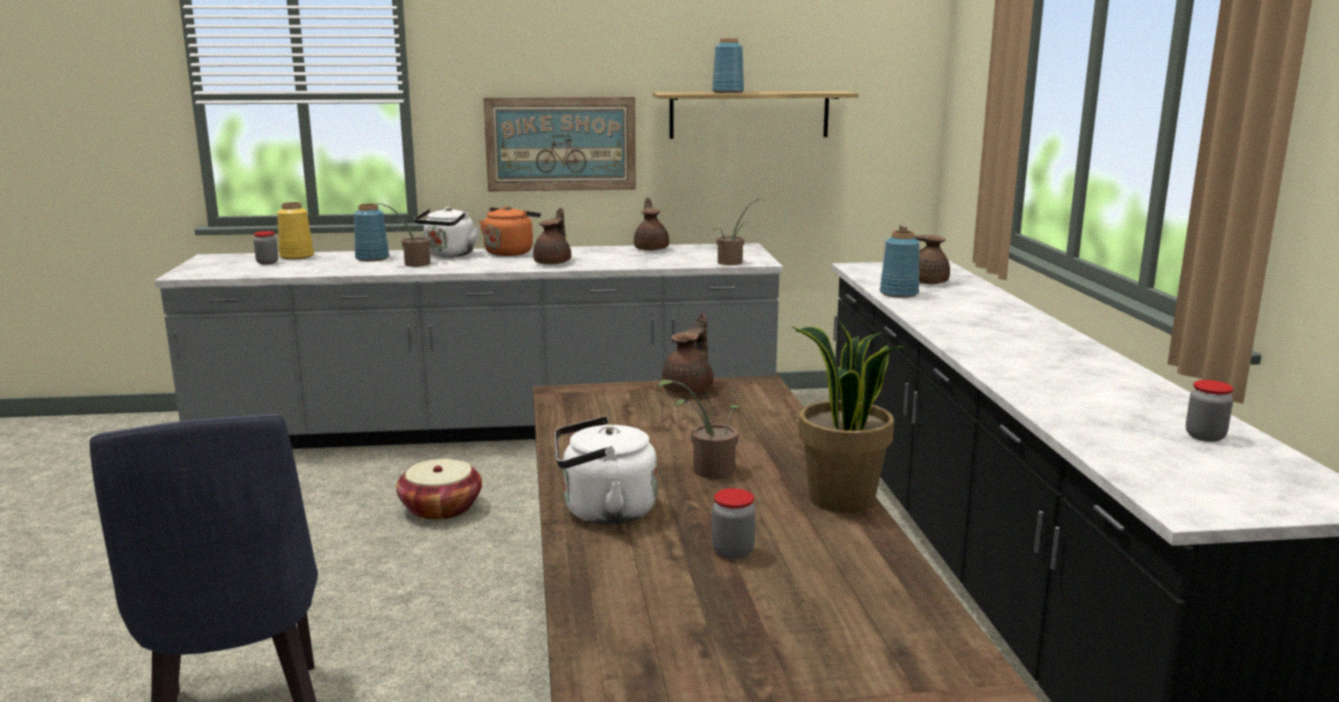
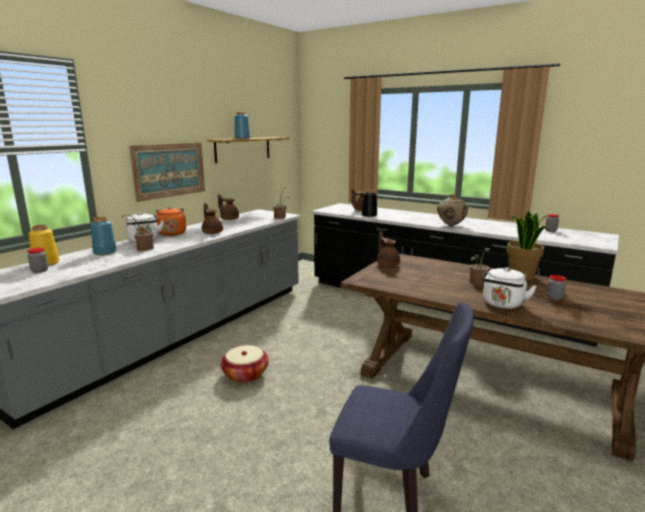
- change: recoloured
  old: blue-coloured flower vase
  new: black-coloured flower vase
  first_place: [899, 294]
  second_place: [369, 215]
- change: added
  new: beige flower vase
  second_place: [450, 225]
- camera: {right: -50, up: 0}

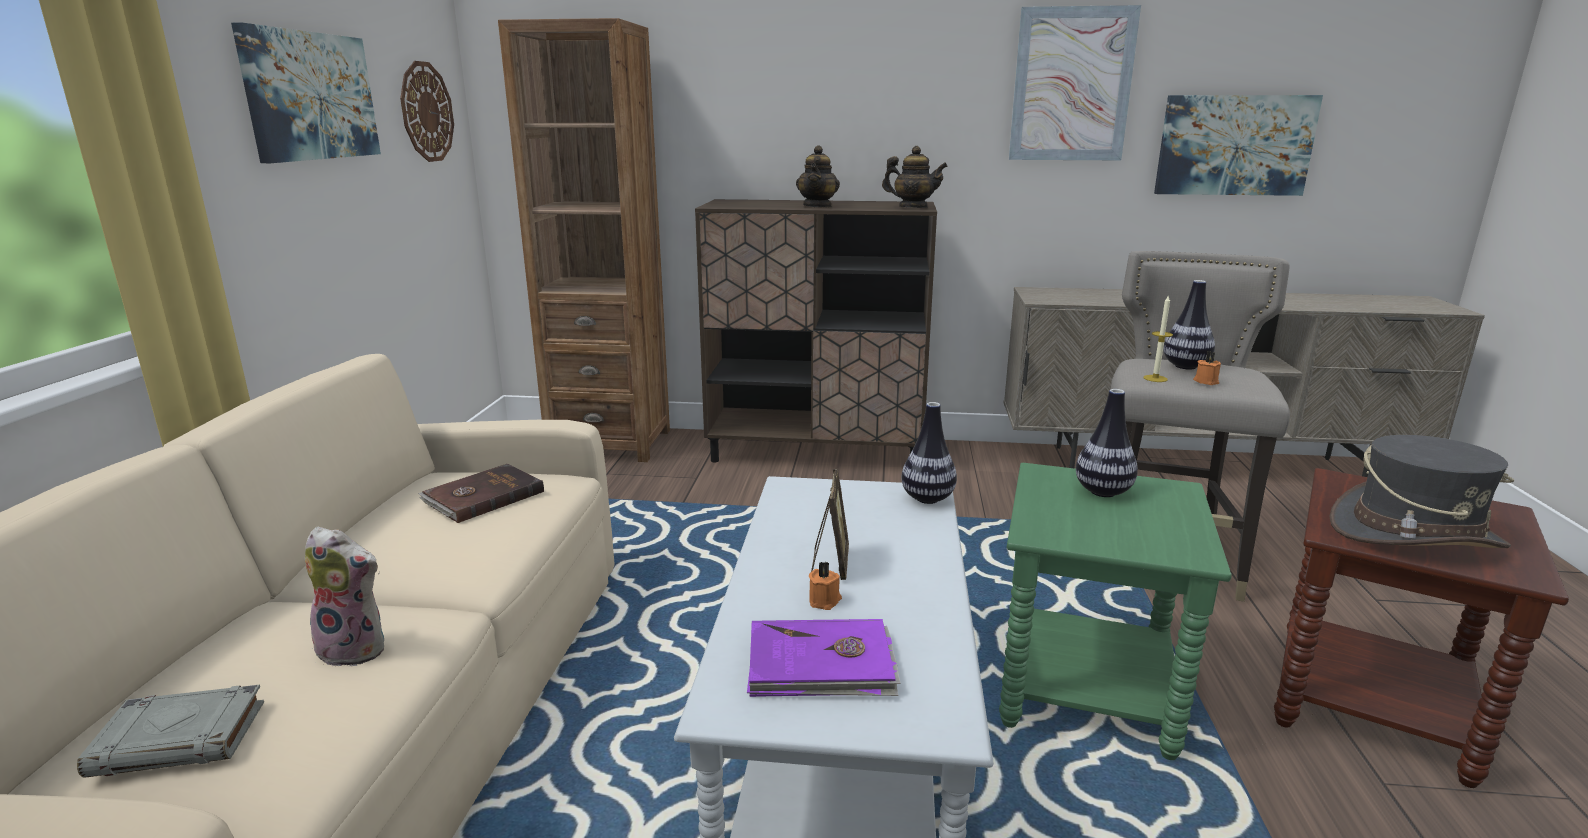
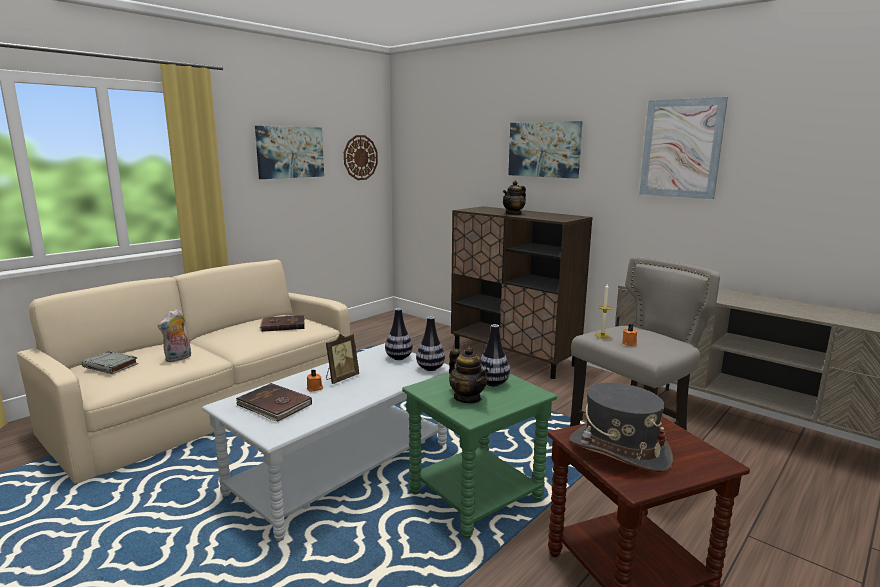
- change: removed
  old: brown bookcase
  first_place: [610, 443]
- change: moved
  old: wall art
  first_place: [1234, 145]
  second_place: [544, 149]
- change: moved
  old: pot for tea
  first_place: [913, 207]
  second_place: [467, 398]
- change: moved
  old: flower vase
  first_place: [1185, 366]
  second_place: [399, 358]
- change: turned
  old: cuddly toy
  first_place: [357, 648]
  second_place: [178, 358]
  degrees: 75
- change: recoloured
  old: purple bound book
  new: brown bound book
  first_place: [821, 665]
  second_place: [274, 405]
- camera: {right: 35, up: -5}

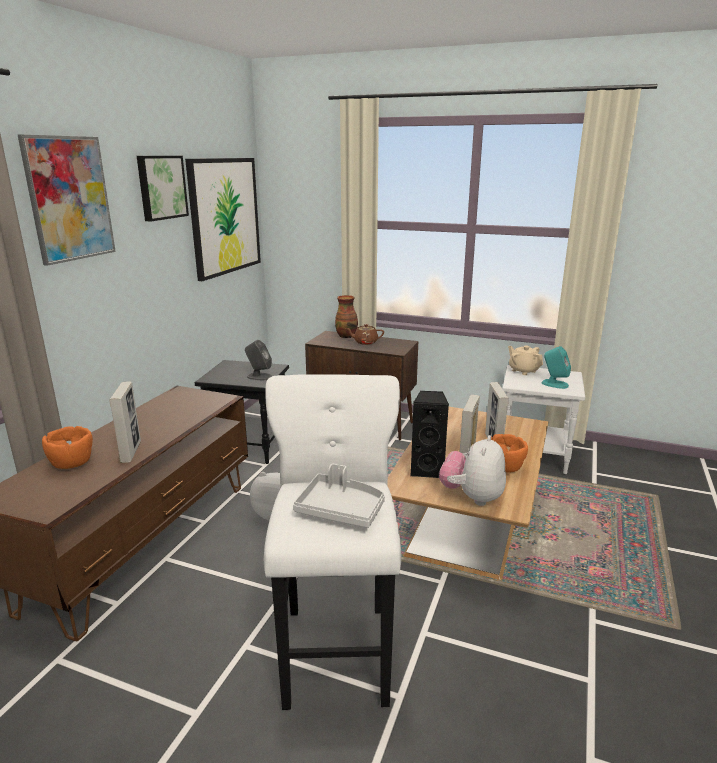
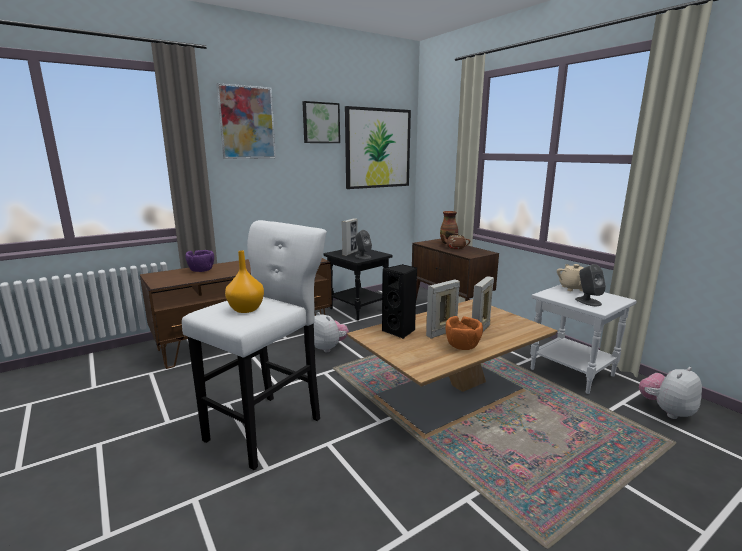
- change: recoloured
  old: blue-green loudspeaker
  new: gray loudspeaker
  first_place: [554, 384]
  second_place: [587, 301]
- change: moved
  old: standing frame
  first_place: [130, 452]
  second_place: [350, 253]
- change: recoloured
  old: orangey deep dish
  new: purple deep dish
  first_place: [72, 463]
  second_place: [201, 270]
- change: moved
  old: cuddly toy
  first_place: [472, 497]
  second_place: [666, 411]
- change: replaced
  old: gray serving tray
  new: orangey flower vase
  first_place: [341, 510]
  second_place: [247, 309]
- camera: {right: 35, up: -5}

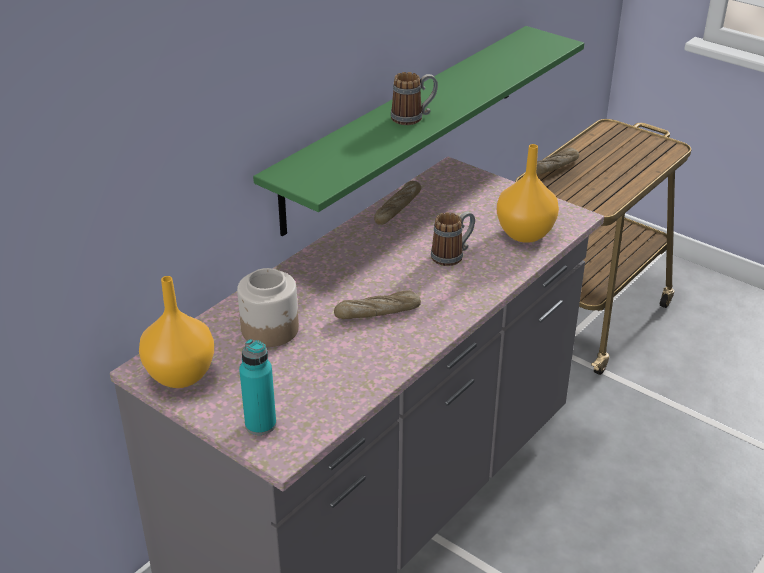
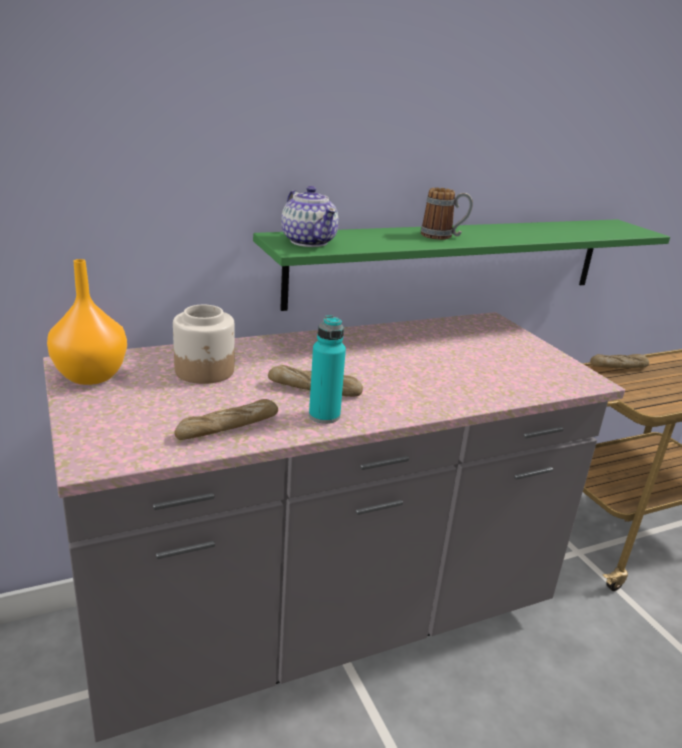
- change: removed
  old: orangey flower vase
  first_place: [523, 233]
- change: moved
  old: baked bread
  first_place: [398, 208]
  second_place: [228, 428]
- change: removed
  old: tea mug
  first_place: [453, 255]
- change: moved
  old: blue-green beverage bottle
  first_place: [260, 424]
  second_place: [324, 416]
- change: added
  new: pot for tea
  second_place: [309, 241]
- camera: {right: 25, up: -10}

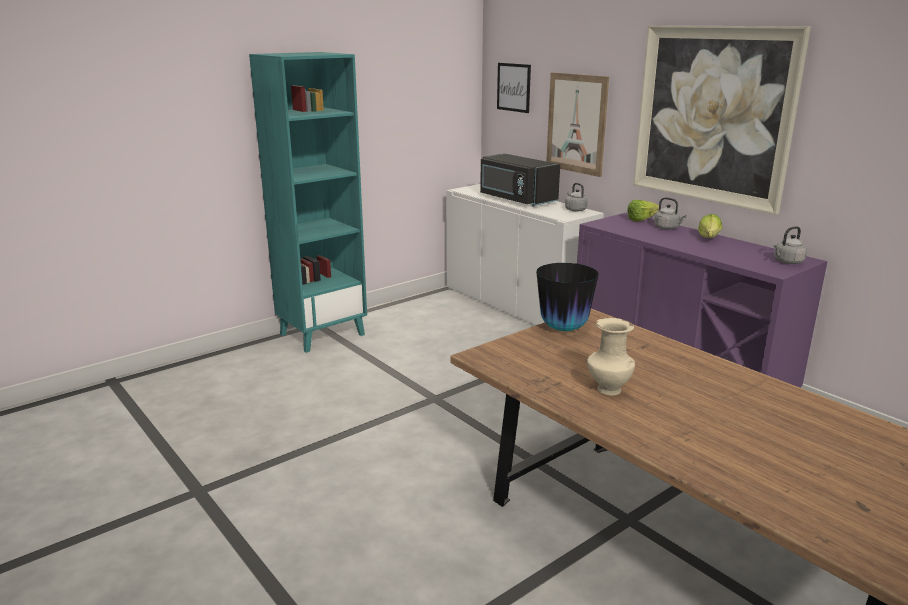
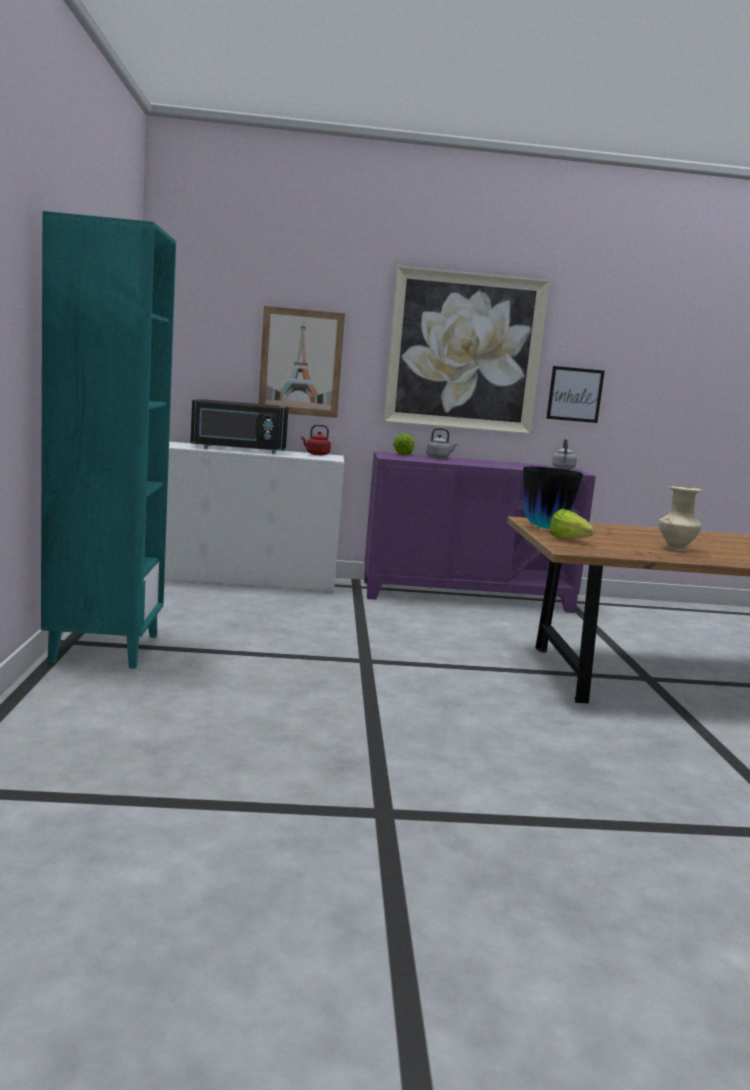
- change: moved
  old: wall art
  first_place: [513, 87]
  second_place: [575, 394]
- change: recoloured
  old: gray tea kettle
  new: red-coloured tea kettle
  first_place: [575, 210]
  second_place: [316, 454]
- change: moved
  old: head of lettuce
  first_place: [708, 240]
  second_place: [571, 541]
- camera: {right: -55, up: -10}

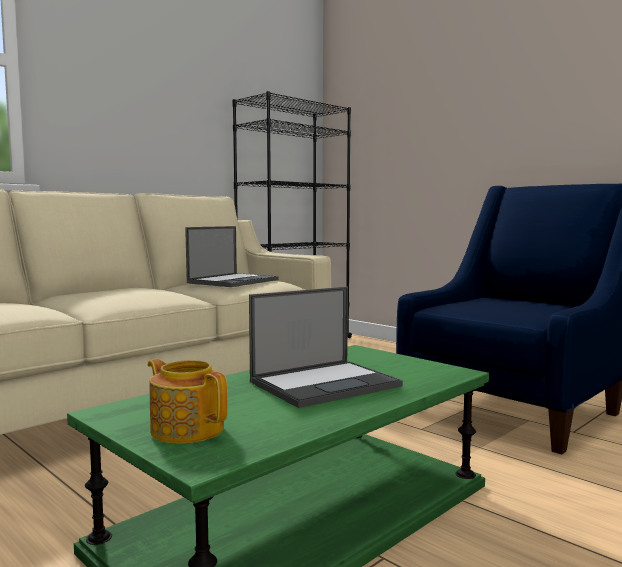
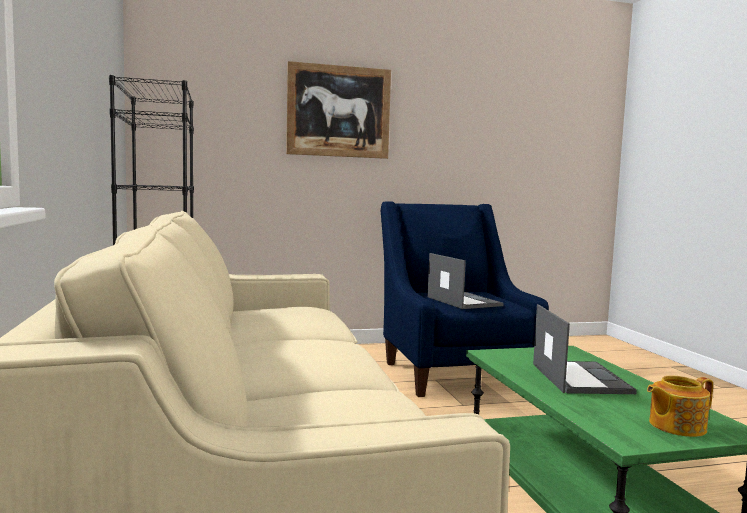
- change: moved
  old: laptop
  first_place: [233, 281]
  second_place: [463, 301]
- change: added
  new: wall art
  second_place: [338, 111]
- camera: {right: -60, up: 0}

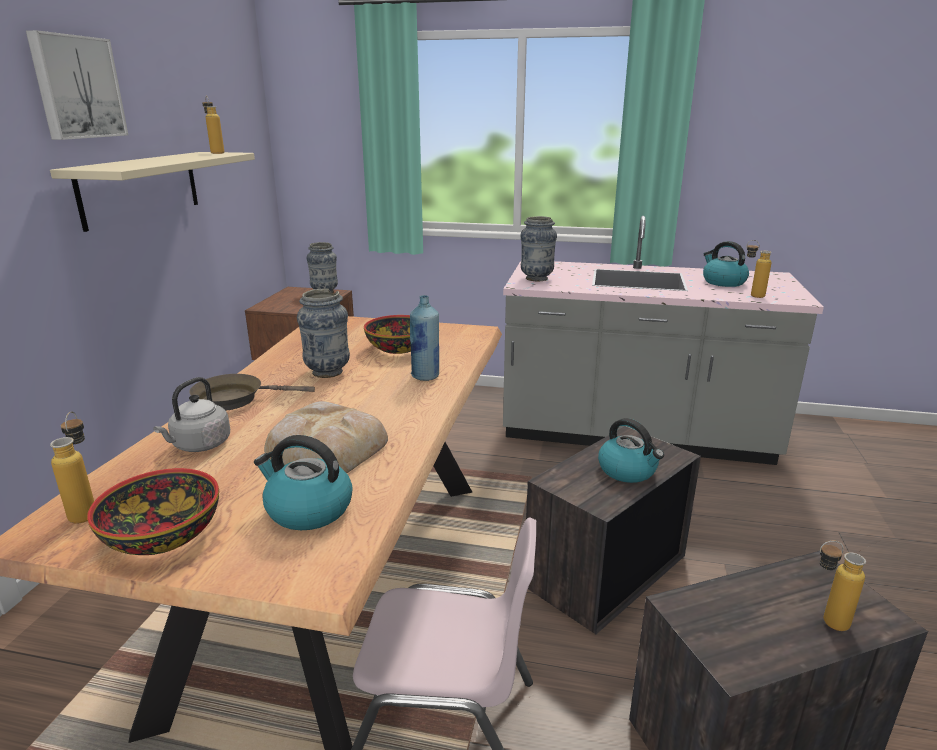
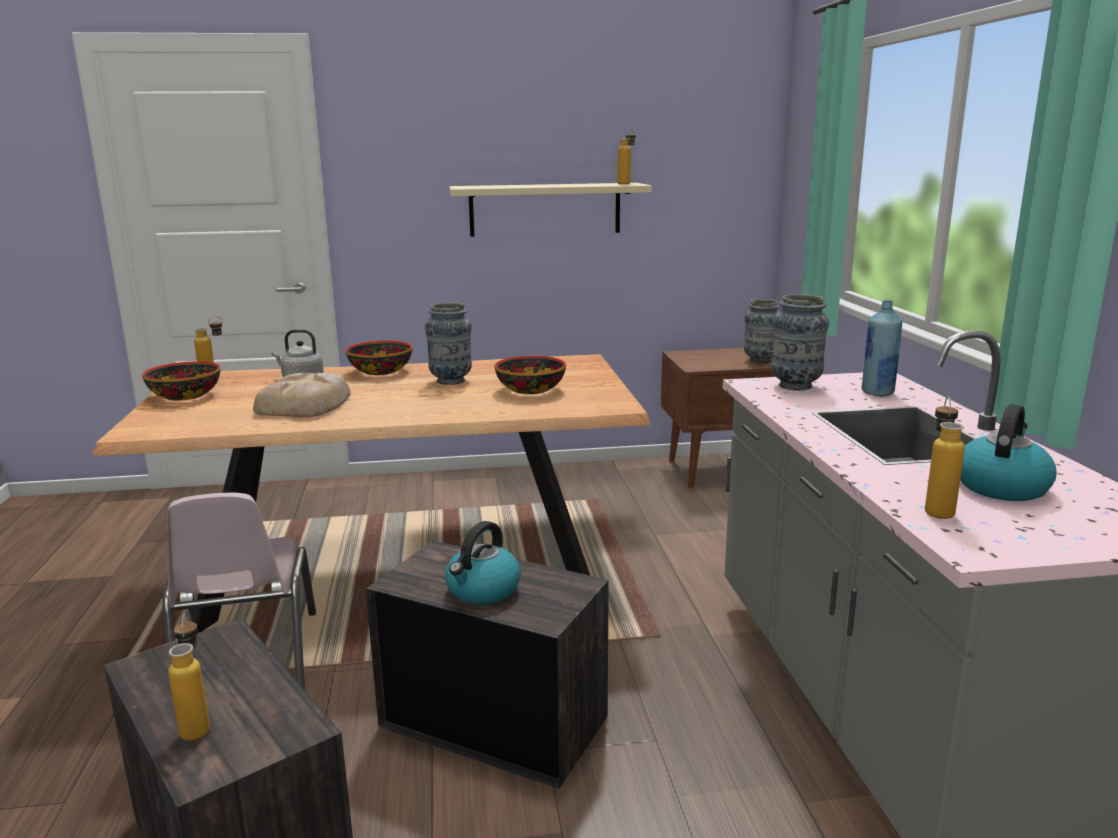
- change: removed
  old: wall art
  first_place: [76, 87]
- change: moved
  old: blue-coloured beverage bottle
  first_place: [425, 376]
  second_place: [877, 392]
- change: replaced
  old: brown pan
  new: deep dish
  first_place: [235, 399]
  second_place: [380, 371]
- change: removed
  old: tea kettle
  first_place: [307, 510]
- camera: {right: 70, up: -5}

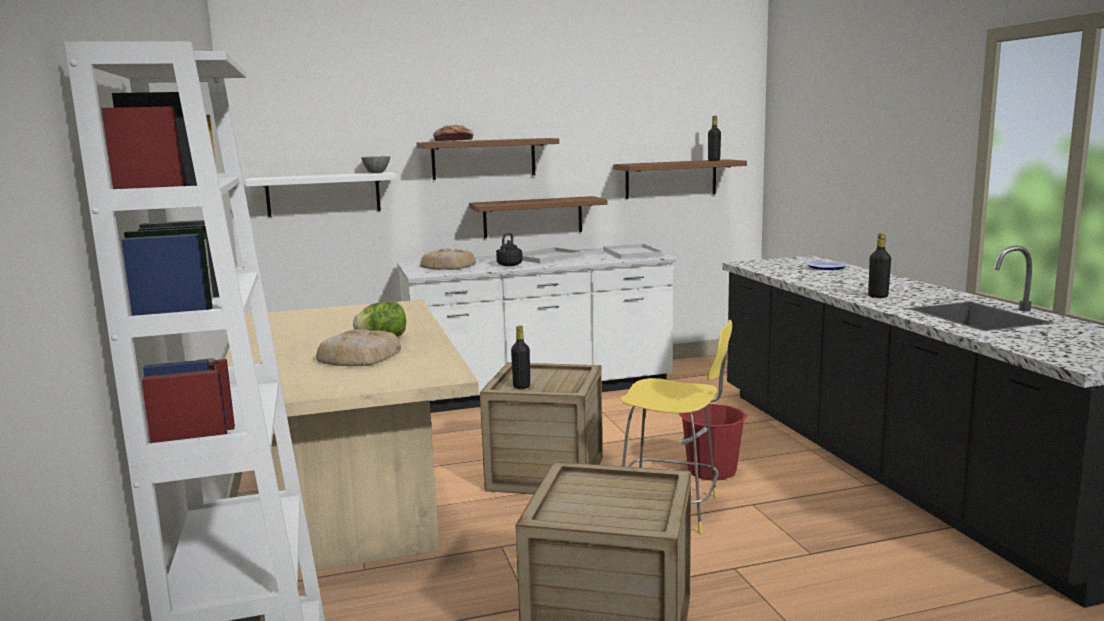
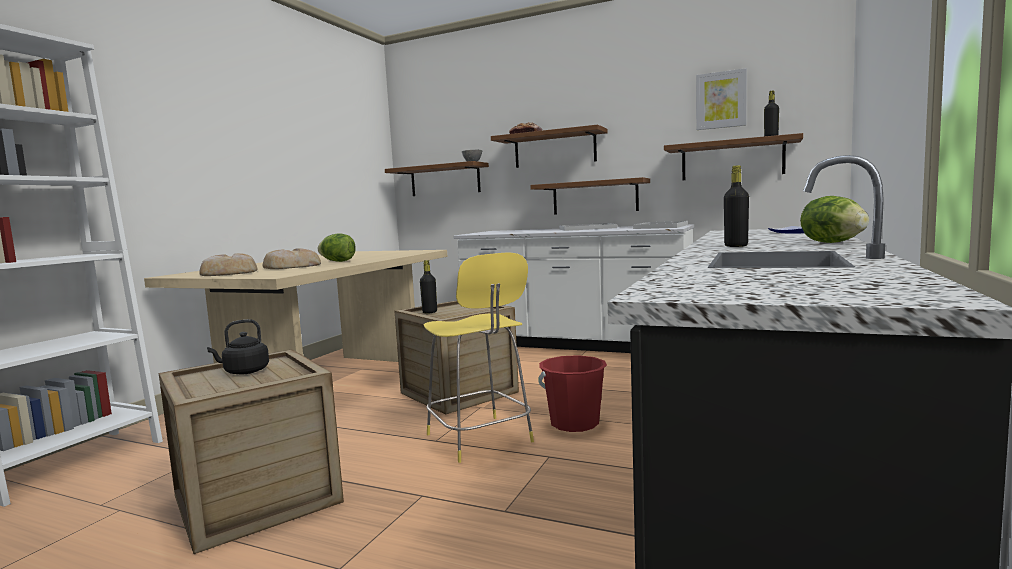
- change: recoloured
  old: whitish shelf
  new: brown shelf
  first_place: [323, 194]
  second_place: [445, 180]
- change: moved
  old: black-coloured tea kettle
  first_place: [508, 265]
  second_place: [244, 372]
- change: moved
  old: baked bread
  first_place: [449, 266]
  second_place: [229, 273]
- change: added
  new: wall art
  second_place: [721, 100]
- change: added
  new: head of lettuce
  second_place: [832, 243]
- camera: {right: 40, up: -5}

